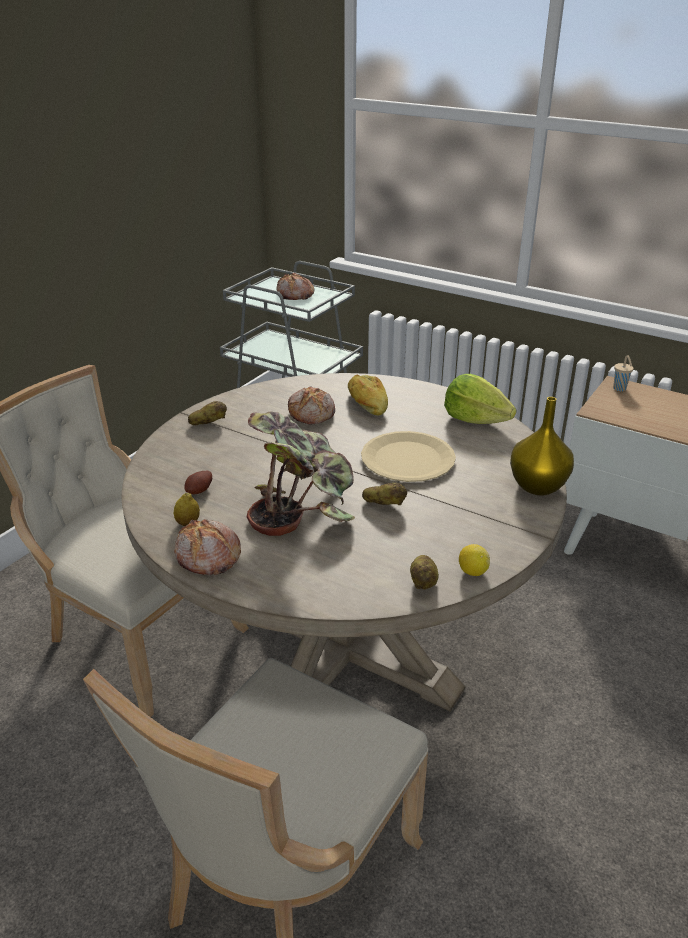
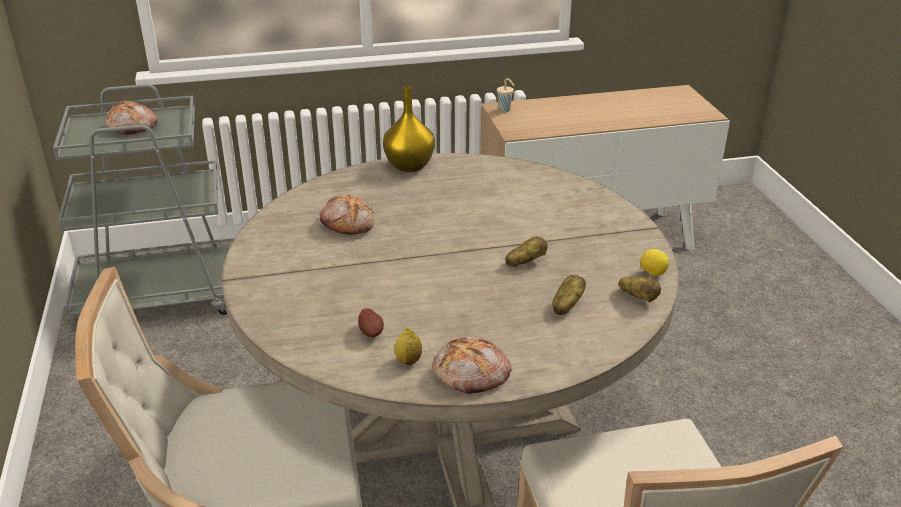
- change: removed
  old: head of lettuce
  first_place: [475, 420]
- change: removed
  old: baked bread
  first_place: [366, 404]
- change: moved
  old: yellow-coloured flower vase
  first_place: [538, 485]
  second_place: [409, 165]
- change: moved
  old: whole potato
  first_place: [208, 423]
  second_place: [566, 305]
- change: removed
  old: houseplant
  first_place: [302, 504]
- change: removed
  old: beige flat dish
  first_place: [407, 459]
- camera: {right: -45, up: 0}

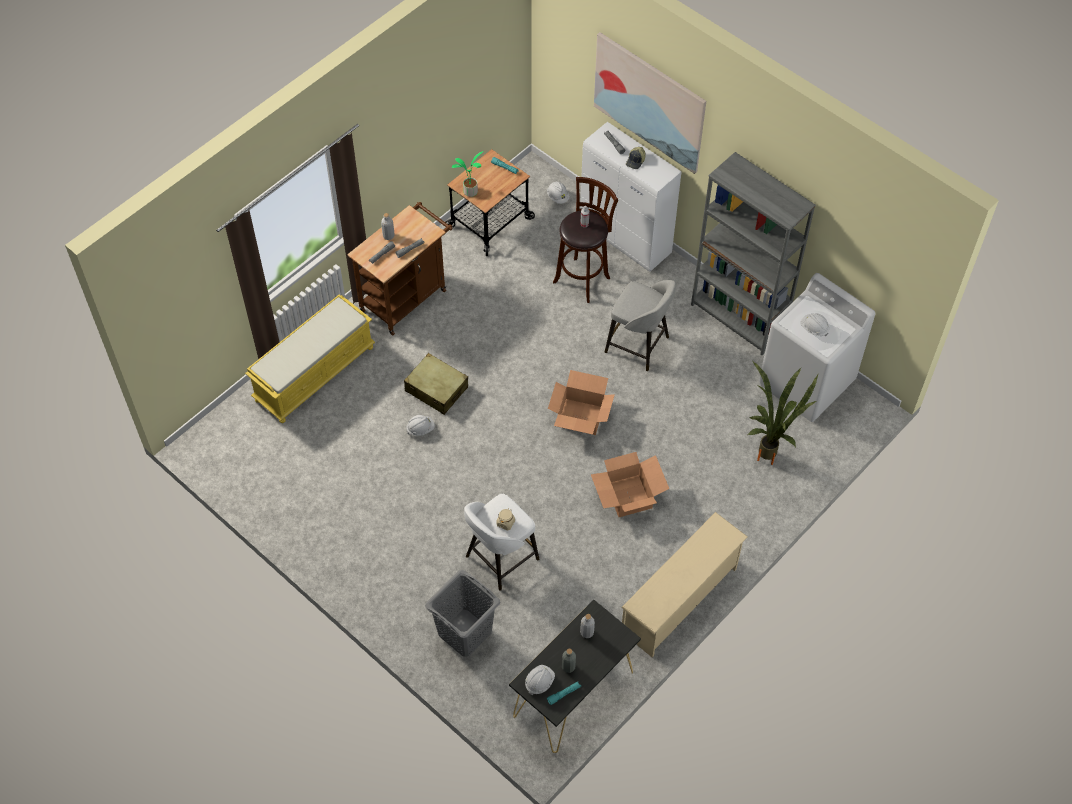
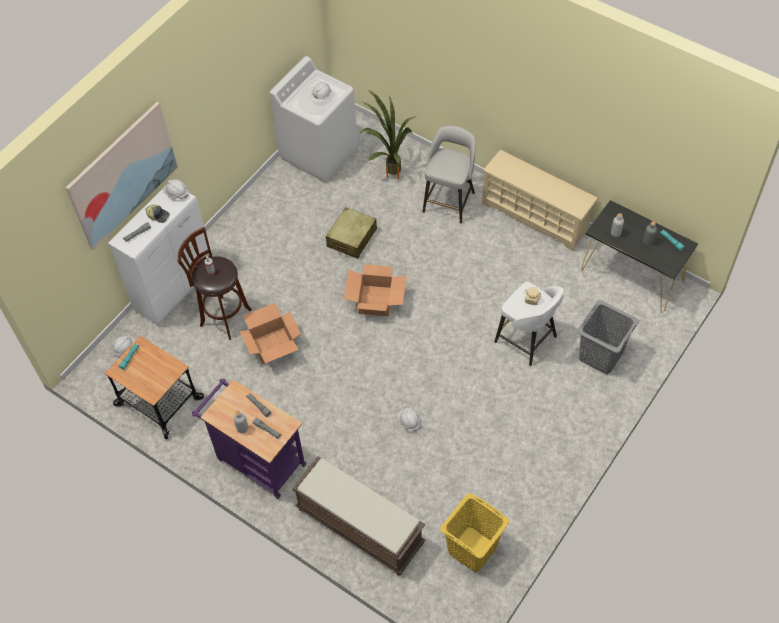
- change: removed
  old: houseplant
  first_place: [470, 192]
- change: removed
  old: gray bookcase
  first_place: [738, 319]
- change: recoloured
  old: brown trolley
  new: purple trolley
  first_place: [407, 297]
  second_place: [257, 460]
- change: moved
  old: gray stool seat
  first_place: [638, 345]
  second_place: [449, 201]
- change: recoloured
  old: yellow-coloured long seat
  new: brown long seat
  first_place: [314, 372]
  second_place: [358, 526]
- change: moved
  old: beige suitcase
  first_place: [436, 389]
  second_place: [351, 238]
- change: moved
  old: carton
  first_place: [628, 496]
  second_place: [273, 345]
- change: moved
  old: whitish work helmet
  first_place: [539, 682]
  second_place: [176, 193]
- change: added
  new: yellow-coloured hamper
  second_place: [472, 549]
- camera: {right: -95, up: 0}

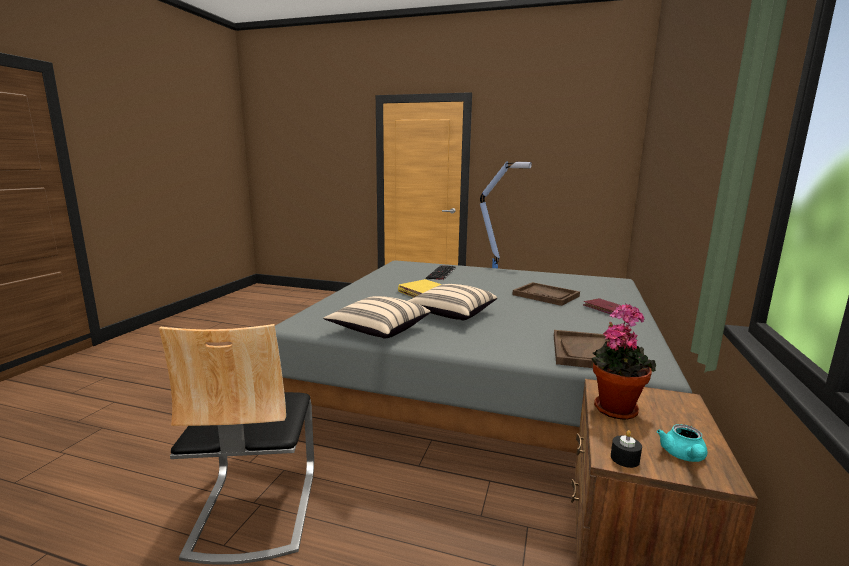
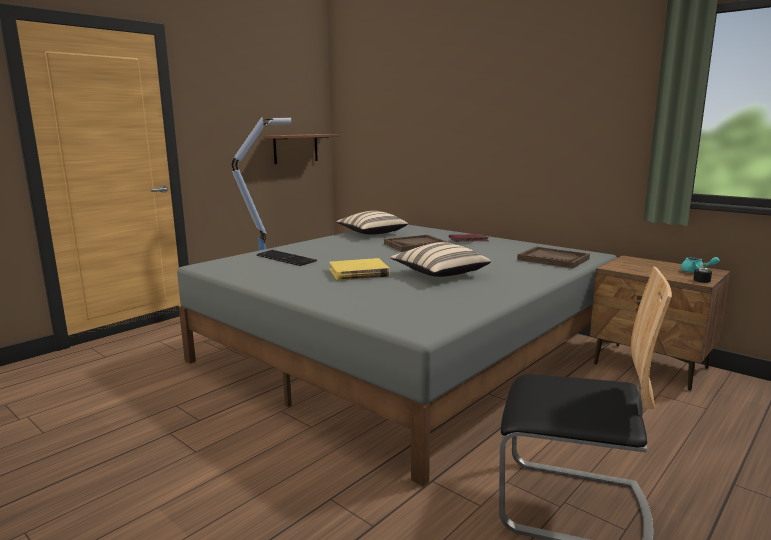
- change: moved
  old: beige pillow
  first_place: [378, 330]
  second_place: [371, 233]
- change: removed
  old: houseplant
  first_place: [615, 407]
- change: added
  new: brown shelf
  second_place: [295, 148]
- camera: {right: -65, up: 0}

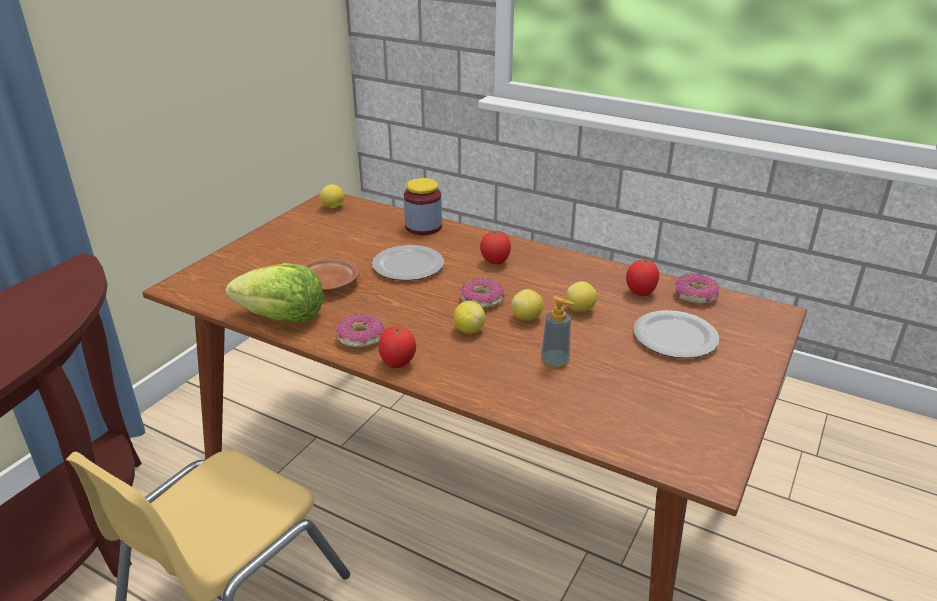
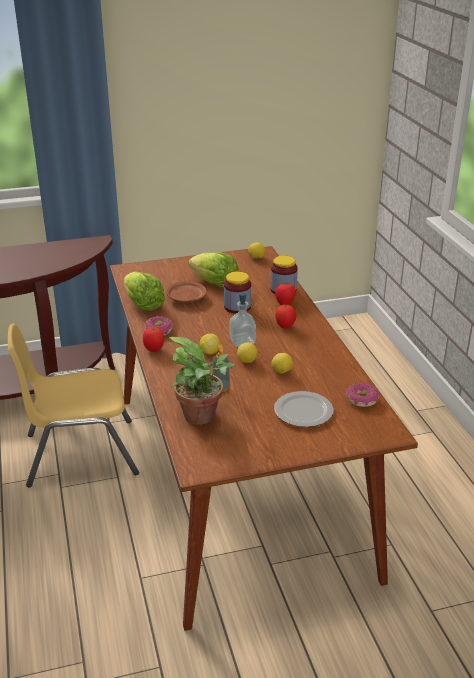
- change: replaced
  old: flat dish
  new: jar
  first_place: [407, 266]
  second_place: [237, 307]
- change: moved
  old: tomato
  first_place: [640, 293]
  second_place: [285, 304]
- change: replaced
  old: ring doughnut
  new: liquid soap bottle
  first_place: [481, 300]
  second_place: [242, 341]
- change: added
  new: head of lettuce
  second_place: [214, 283]
- change: added
  new: houseplant
  second_place: [203, 417]
- camera: {right: 45, up: 0}

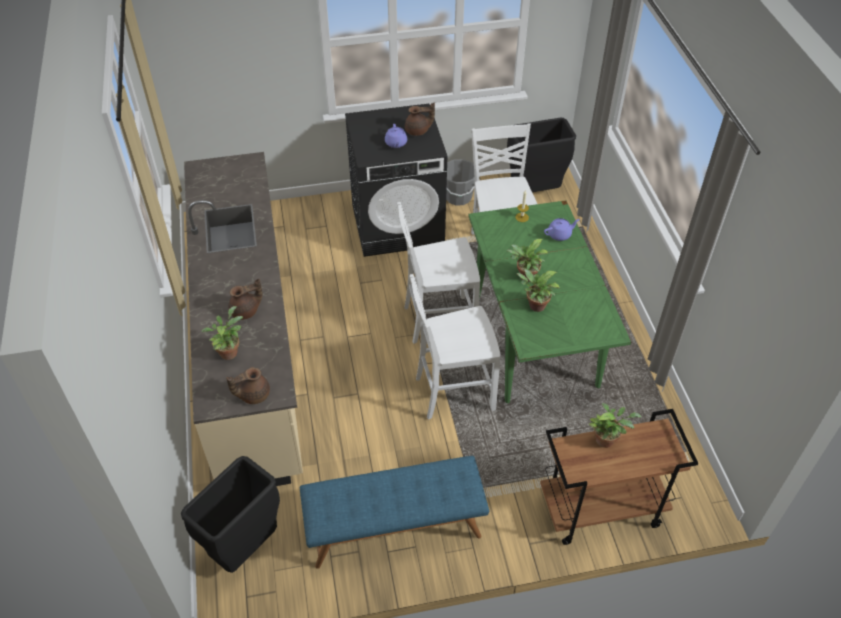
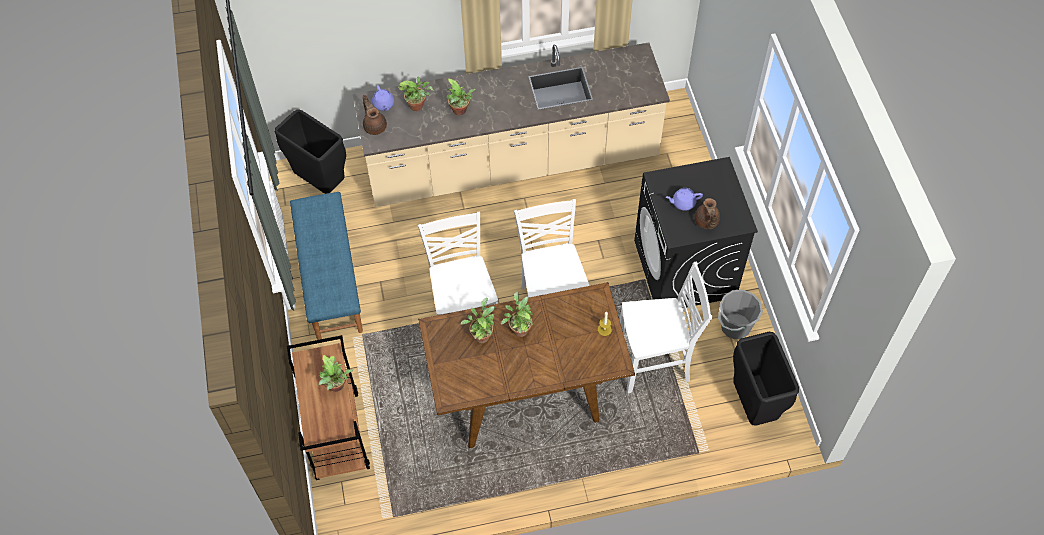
- change: recoloured
  old: green-coloured dining table
  new: brown dining table
  first_place: [533, 342]
  second_place: [525, 392]
- change: moved
  old: purple pot for tea
  first_place: [560, 234]
  second_place: [383, 104]
- change: replaced
  old: brown pot for tea
  new: houseplant
  first_place: [246, 311]
  second_place: [460, 111]
- camera: {right: 90, up: 10}

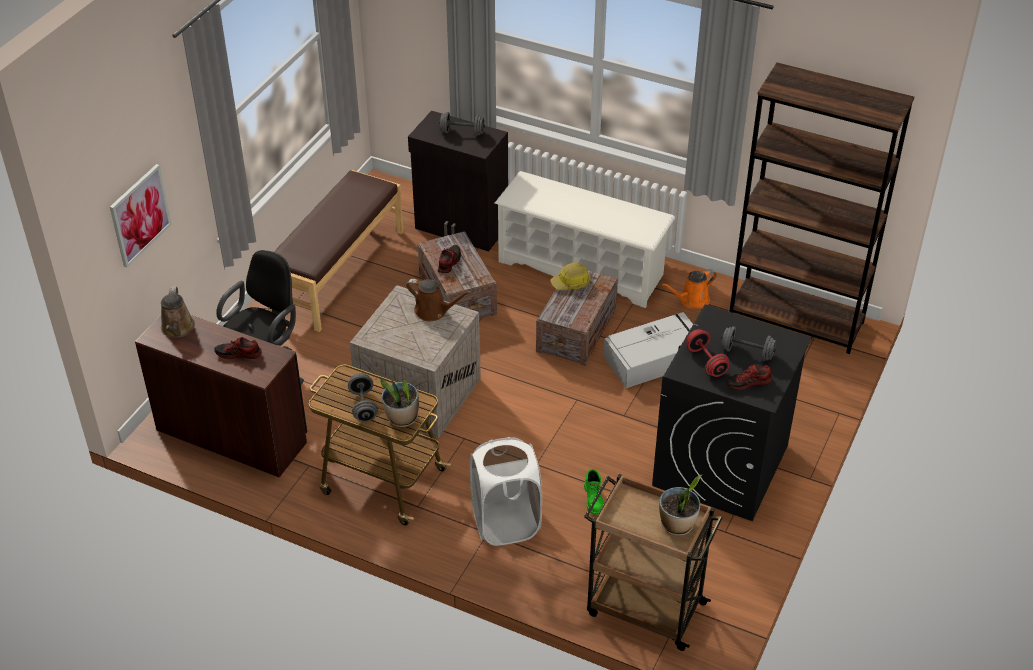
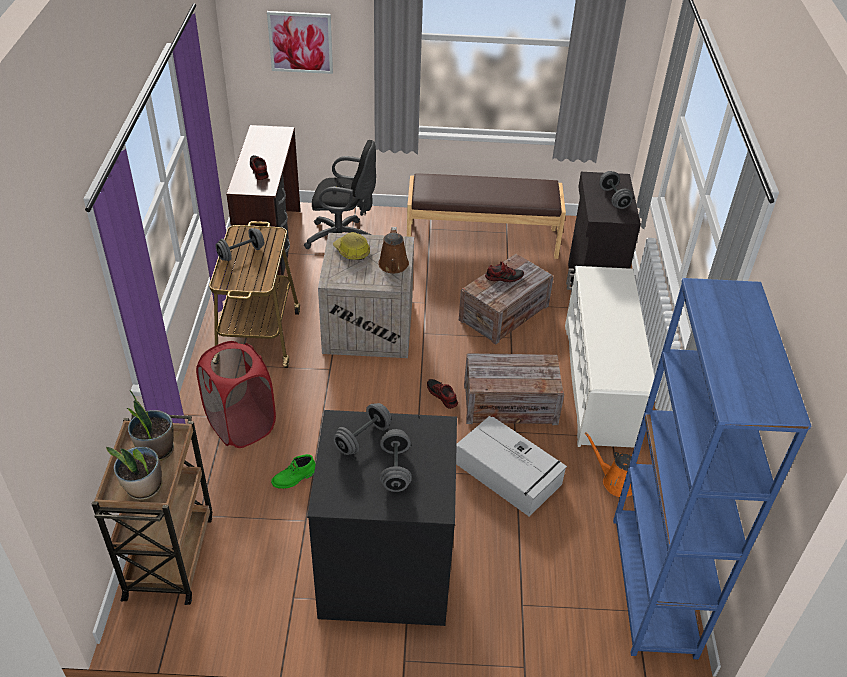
- change: recoloured
  old: brown bookcase
  new: blue-coloured bookcase
  first_place: [796, 319]
  second_place: [653, 586]
- change: moved
  old: work helmet
  first_place: [571, 283]
  second_place: [352, 251]
- change: removed
  old: brown watering can
  first_place: [177, 329]
- change: recoloured
  old: red-coloured hand weight
  new: gray hand weight
  first_place: [706, 362]
  second_place: [362, 438]
- change: moved
  old: item of footwear
  first_place: [748, 383]
  second_place: [441, 396]
- change: moved
  old: houseplant
  first_place: [402, 418]
  second_place: [156, 450]
- change: recoloured
  old: whitish hamper
  new: red-coloured hamper
  first_place: [505, 523]
  second_place: [241, 425]
- camera: {right: 65, up: 0}

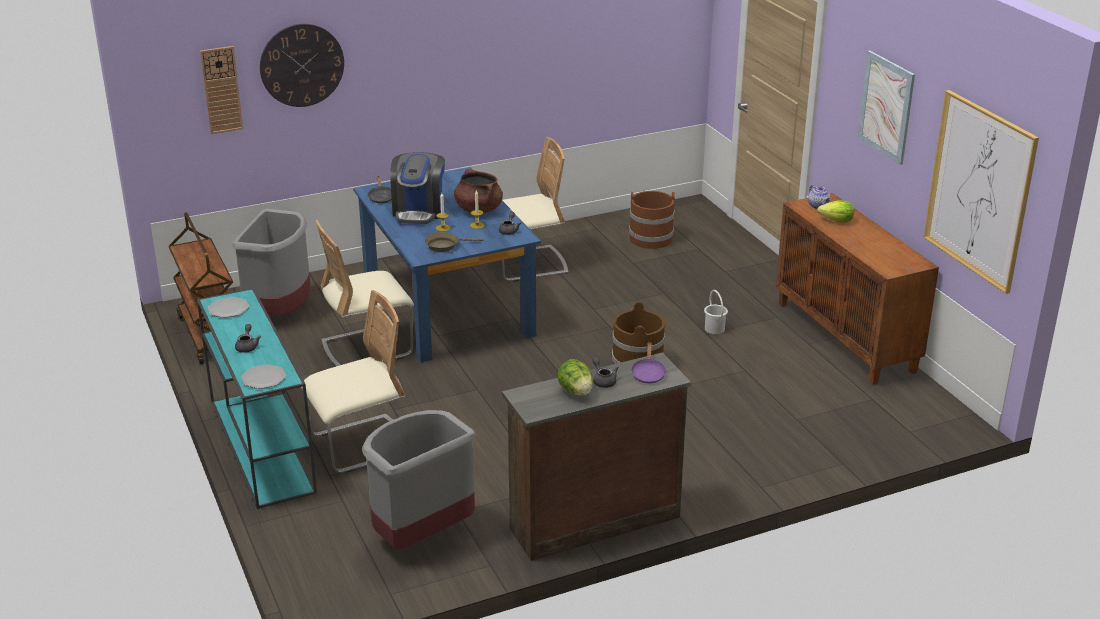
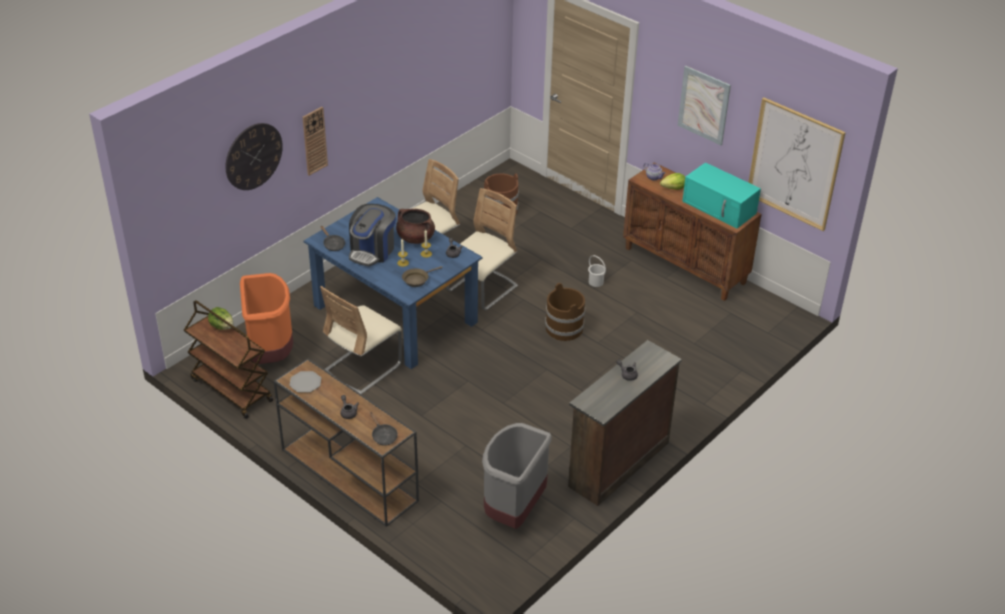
- change: moved
  old: wall clock
  first_place: [221, 90]
  second_place: [314, 141]
- change: turned
  old: coffee maker
  first_place: [419, 211]
  second_place: [372, 251]
  degrees: 45
- change: recoloured
  old: gray rubbish bin
  new: orangey rubbish bin
  first_place: [280, 311]
  second_place: [270, 352]
- change: recoloured
  old: blue-green narrow table
  new: brown narrow table
  first_place: [260, 444]
  second_place: [347, 474]
- change: moved
  old: beige chair
  first_place: [361, 445]
  second_place: [482, 290]
- change: removed
  old: purple pan
  first_place: [648, 373]
- change: moved
  old: head of lettuce
  first_place: [576, 391]
  second_place: [222, 326]
- change: replaced
  old: flat dish
  new: black-coloured pan
  first_place: [263, 378]
  second_place: [383, 436]
- change: added
  new: blue-green kitchen microwave
  second_place: [720, 207]
- camera: {right: -25, up: 10}

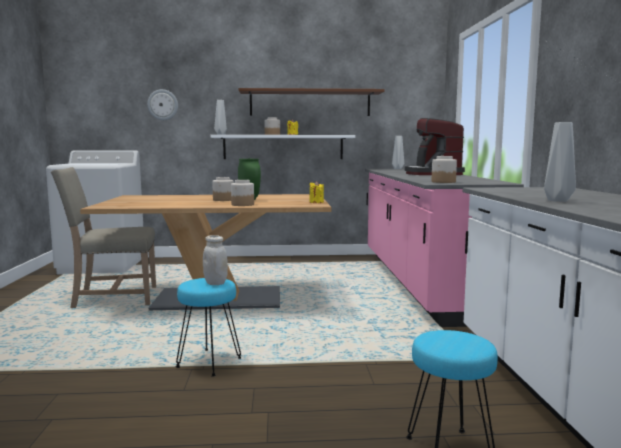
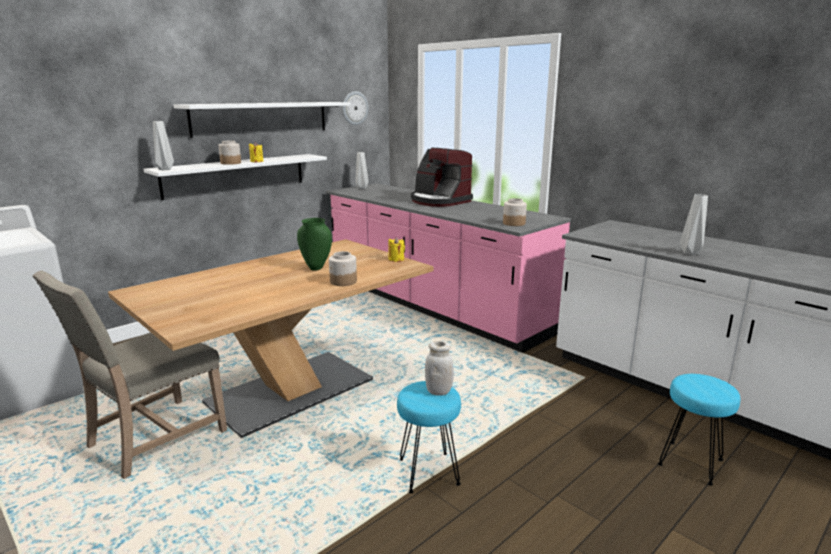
- change: recoloured
  old: brown shelf
  new: whitish shelf
  first_place: [310, 103]
  second_place: [261, 118]
- change: moved
  old: wall clock
  first_place: [163, 105]
  second_place: [354, 108]
- change: removed
  old: jar
  first_place: [223, 200]
- camera: {right: -40, up: 10}

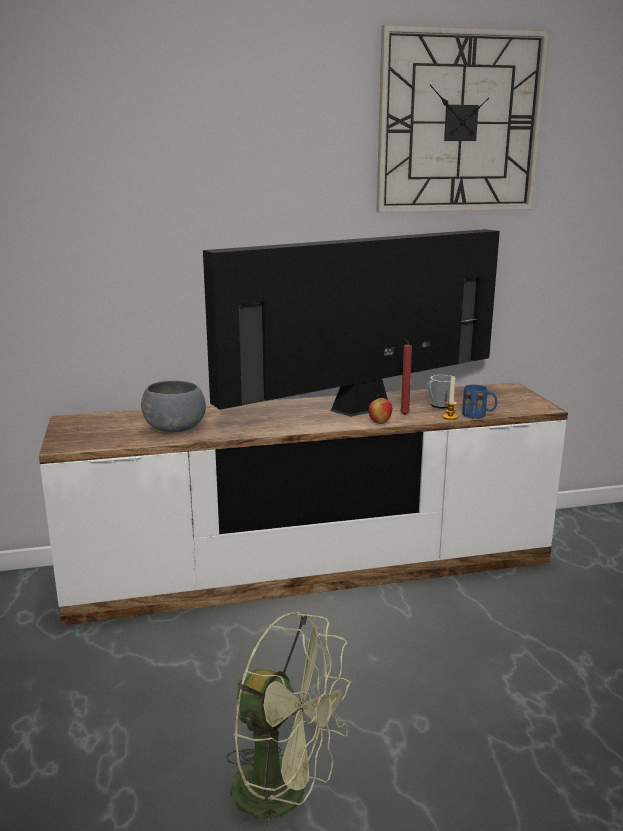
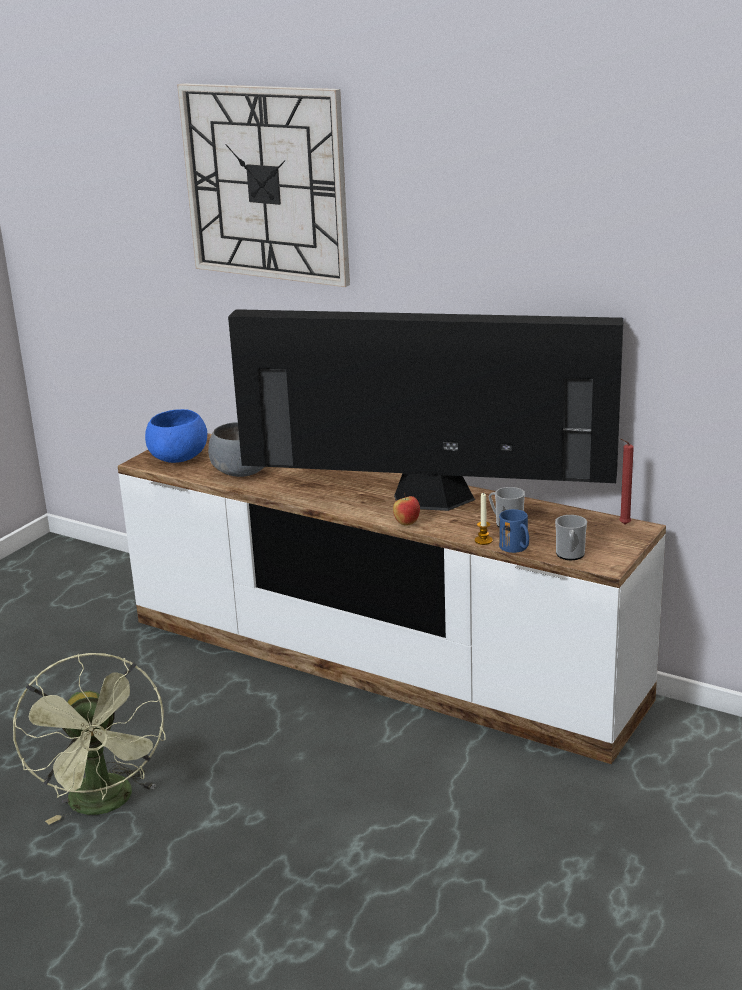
- change: moved
  old: wall clock
  first_place: [459, 123]
  second_place: [265, 183]
- change: moved
  old: red-coloured candle
  first_place: [404, 415]
  second_place: [623, 524]
- change: added
  new: blue-coloured deep dish
  second_place: [177, 458]
- change: added
  new: tea mug
  second_place: [570, 555]
- camera: {right: 45, up: 5}

